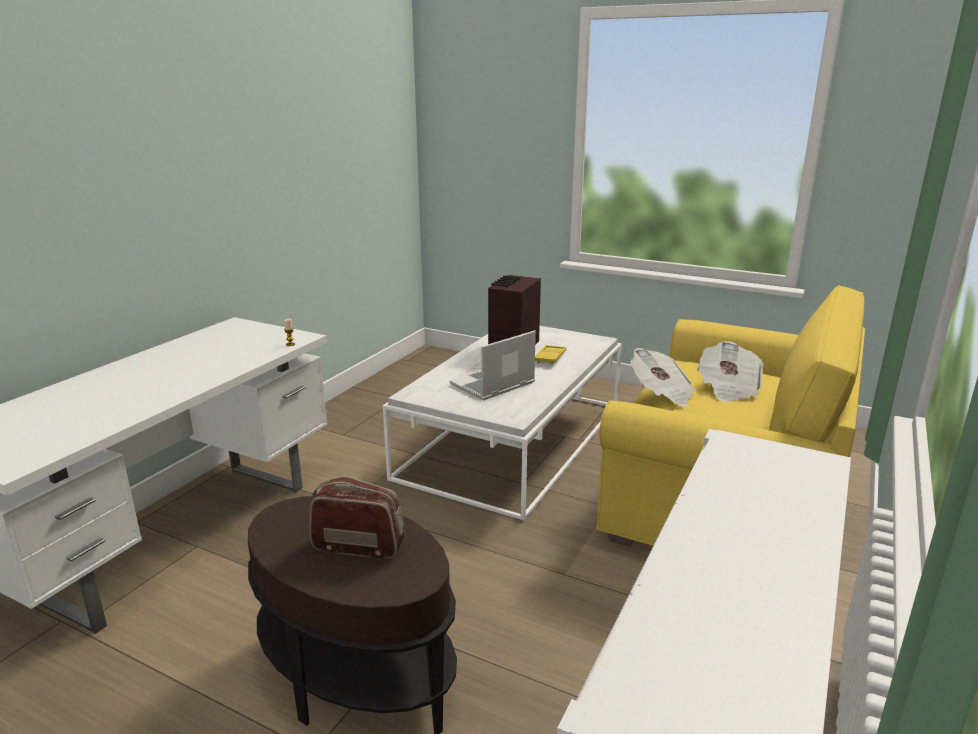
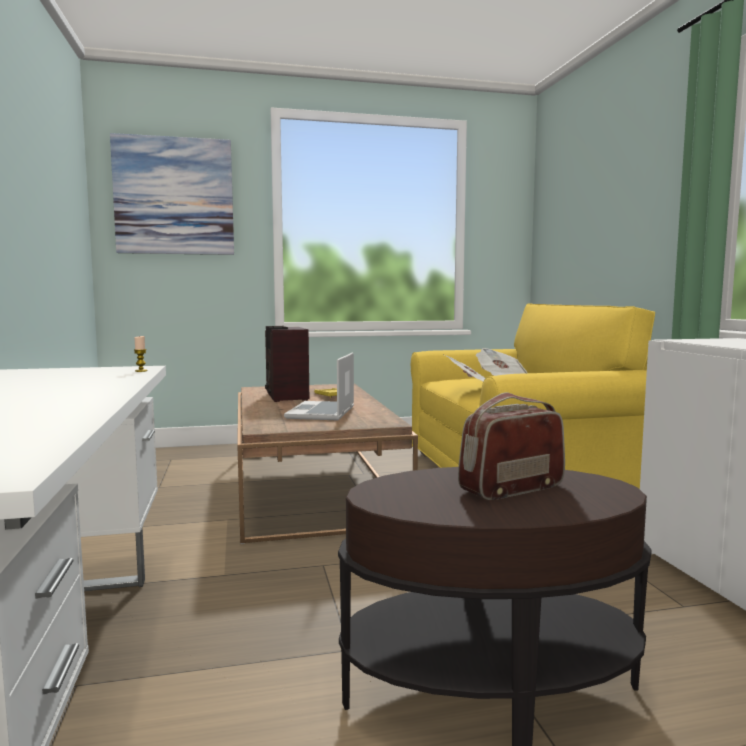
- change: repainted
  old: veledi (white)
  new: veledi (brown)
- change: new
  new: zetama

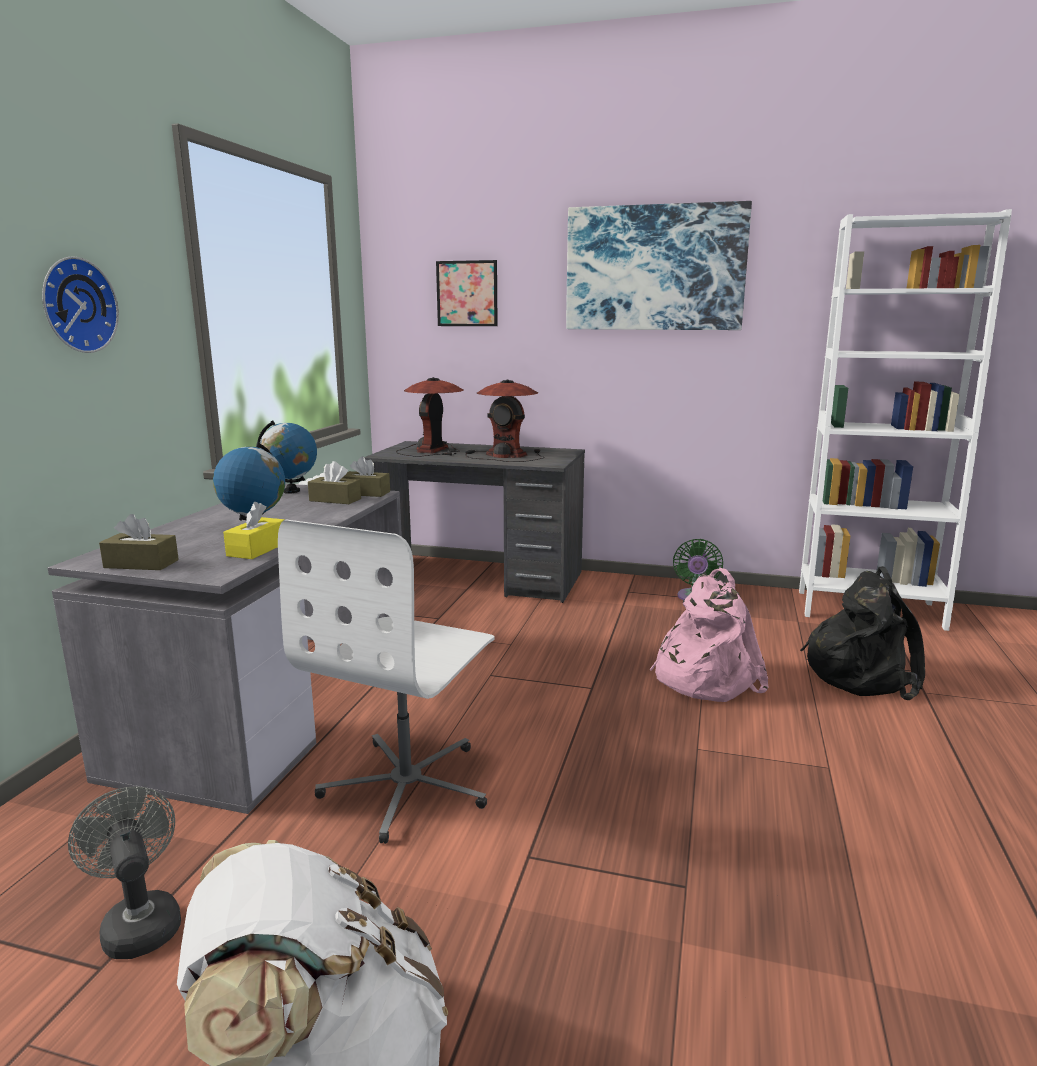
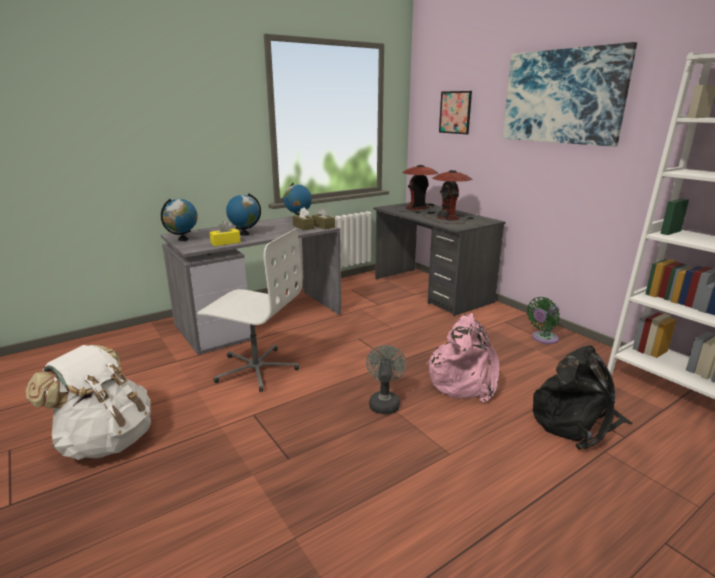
- change: gone
  old: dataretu
- change: shifted
  old: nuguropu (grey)
- change: swapped
  old: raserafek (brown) (no. 1 from left)
  new: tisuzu (no. 1 from left)
- change: rotated
  old: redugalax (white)
  degrees: -135

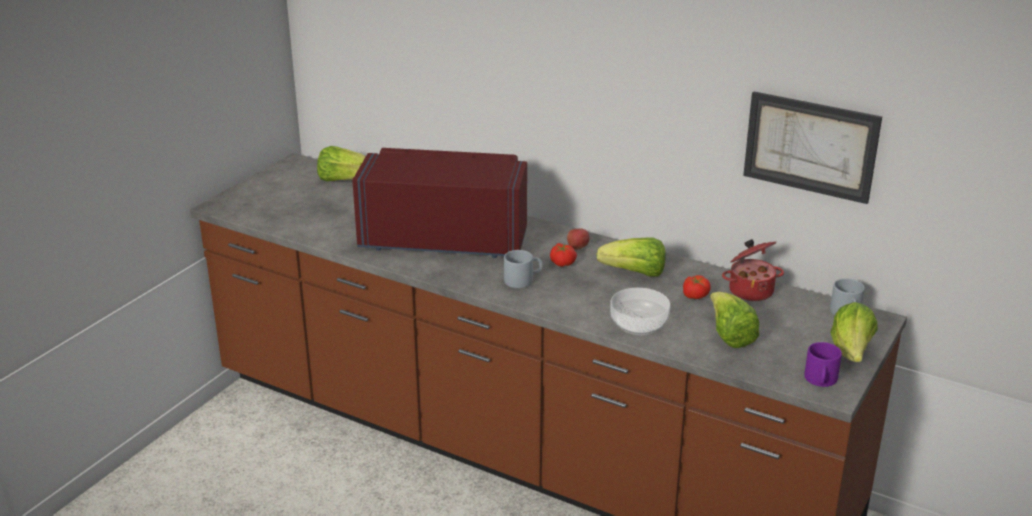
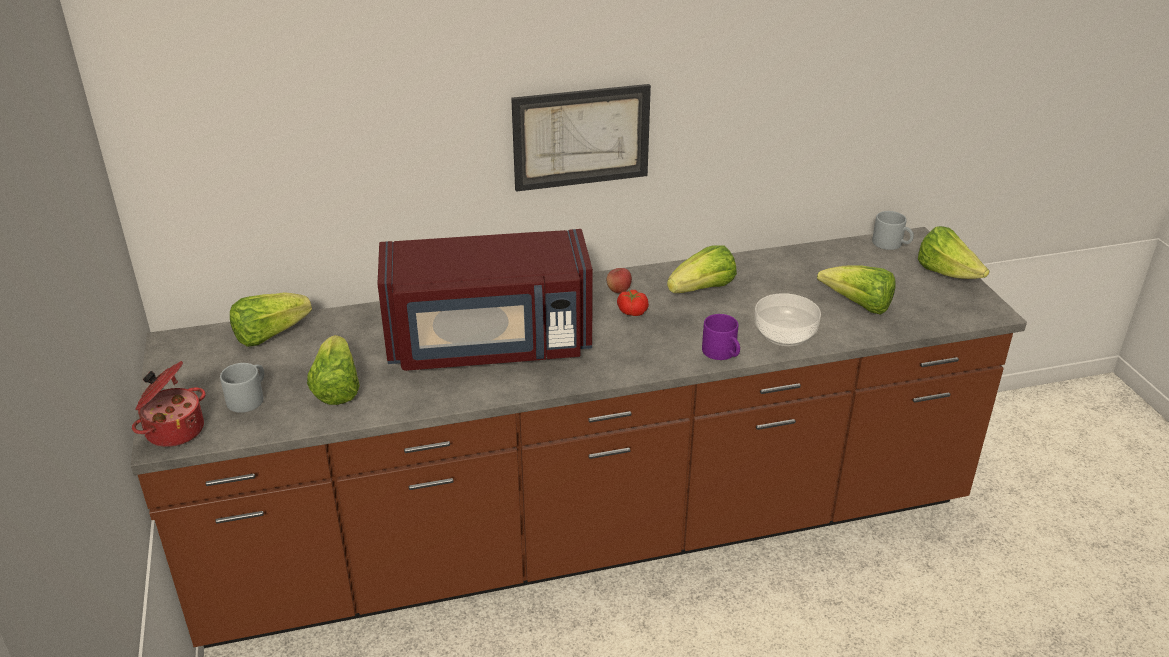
- change: rotated
  old: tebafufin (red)
  degrees: -150
- change: shifted
  old: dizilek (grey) (no. 1 from left)
- change: gone
  old: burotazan (no. 2 from left)
- change: shifted
  old: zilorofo
- change: shifted
  old: zetama
- change: shifted
  old: dizilek (purple)
- change: new
  new: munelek (no. 2 from left)

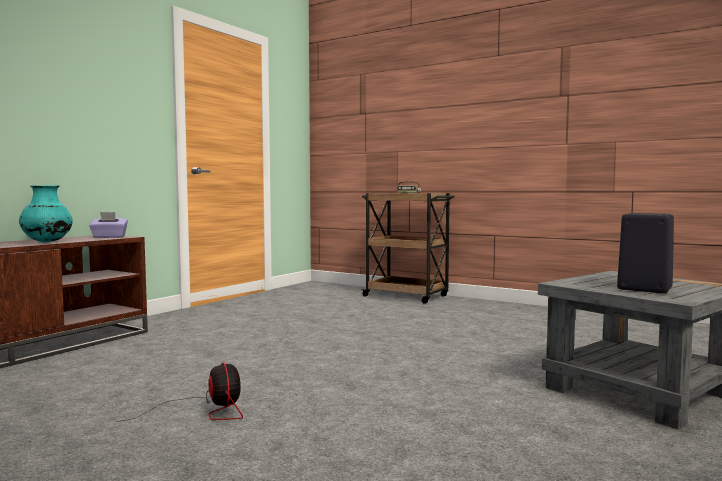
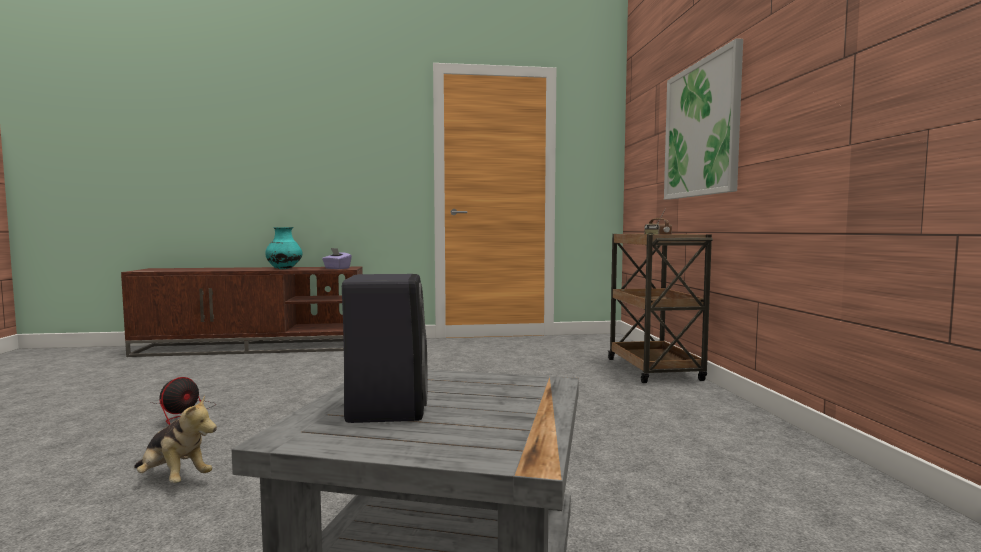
- change: new
  new: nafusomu
- change: new
  new: zetama

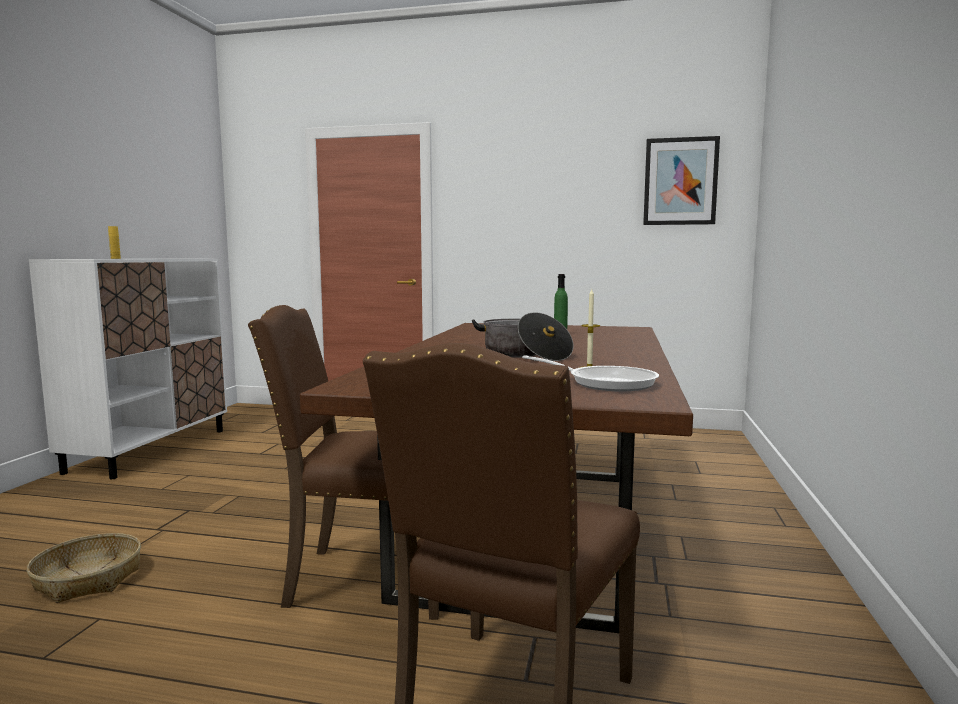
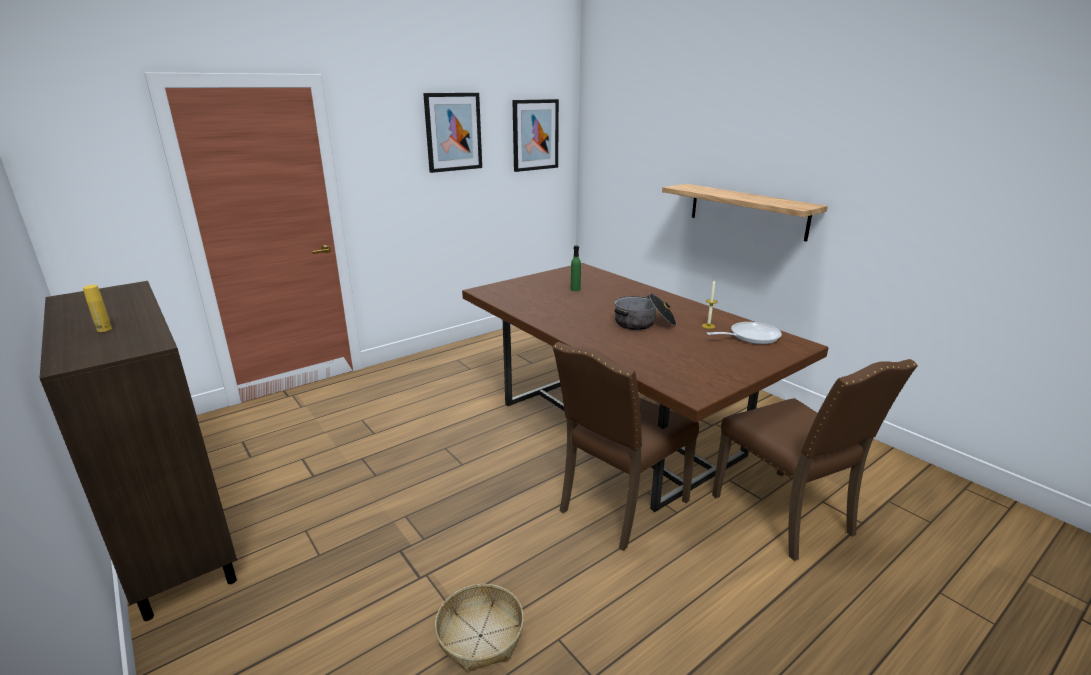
- change: repainted
  old: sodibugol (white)
  new: sodibugol (brown)
- change: new
  new: zetama (no. 1 from left)
- change: new
  new: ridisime

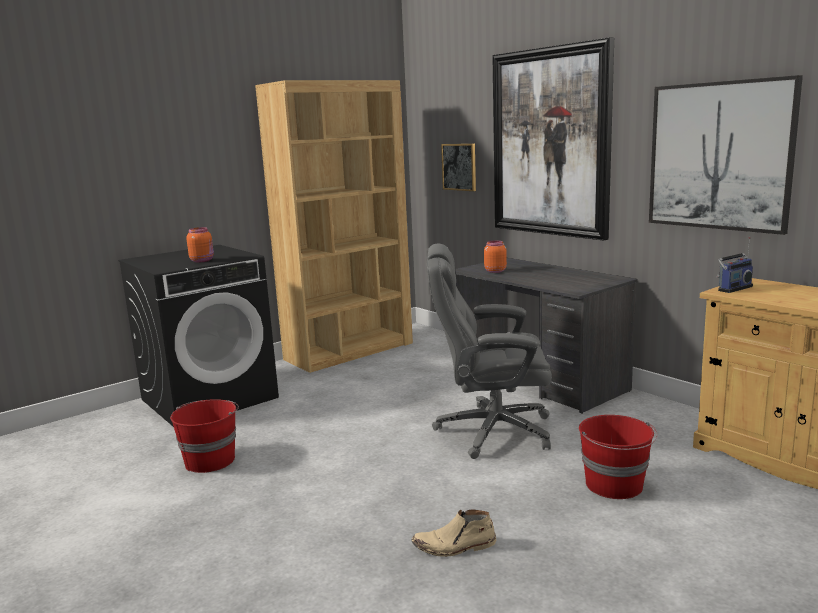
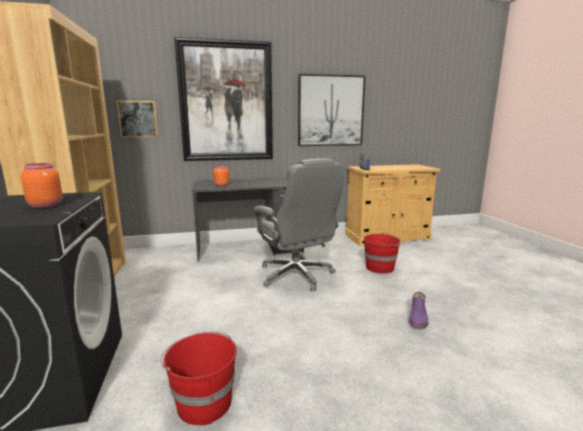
- change: repainted
  old: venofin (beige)
  new: venofin (purple)
- change: rotated
  old: redugalax (grey)
  degrees: -60

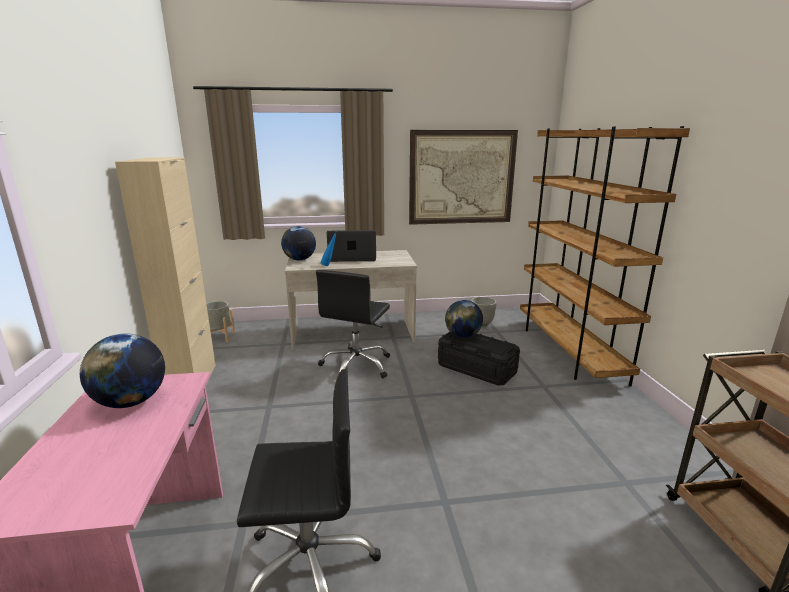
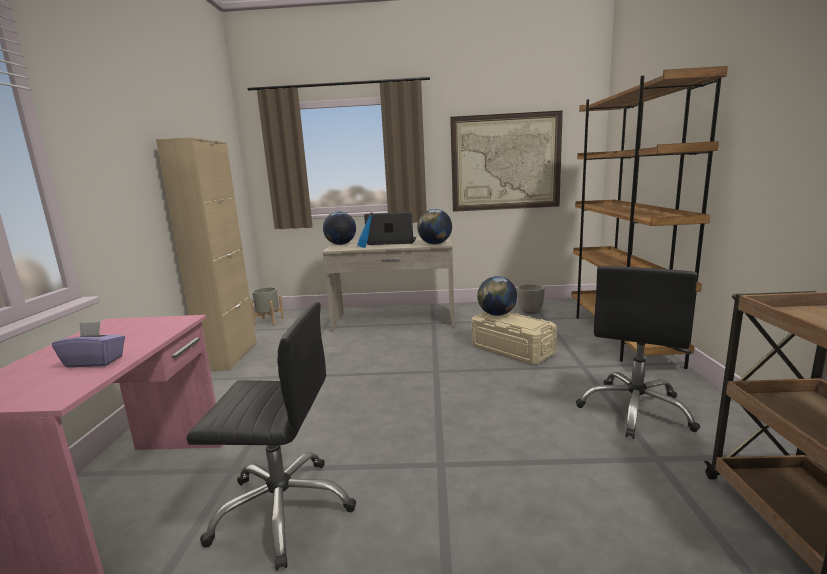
- change: shifted
  old: tisuzu (no. 1 from left in the first image)
  new: tisuzu (no. 2 from left)
- change: shifted
  old: redugalax (black) (no. 2 from left)
- change: repainted
  old: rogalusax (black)
  new: rogalusax (beige)
- change: new
  new: raserafek (purple)

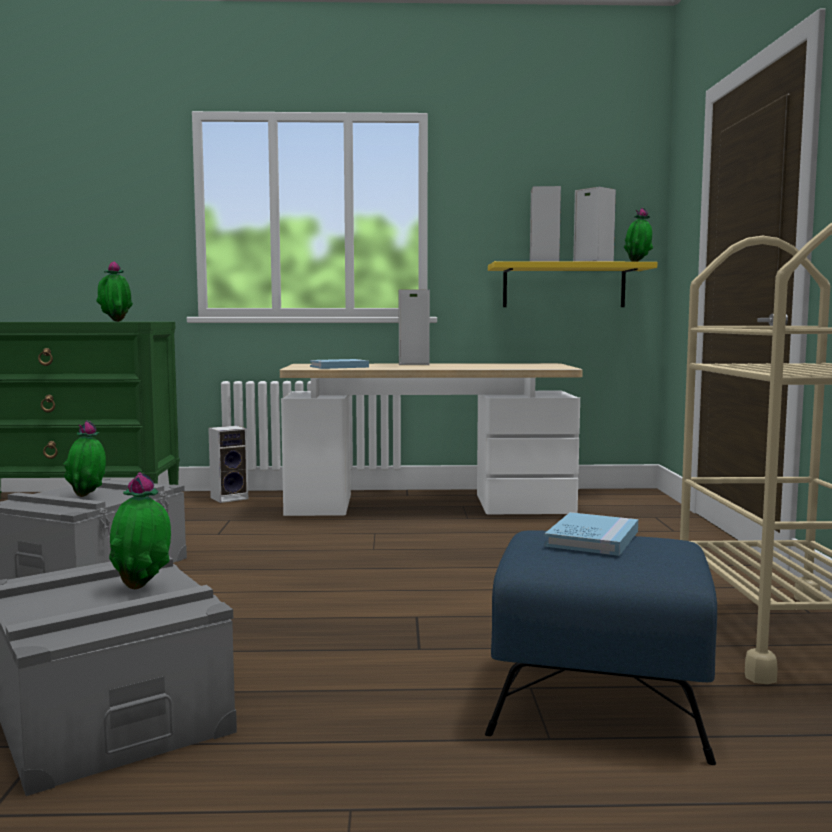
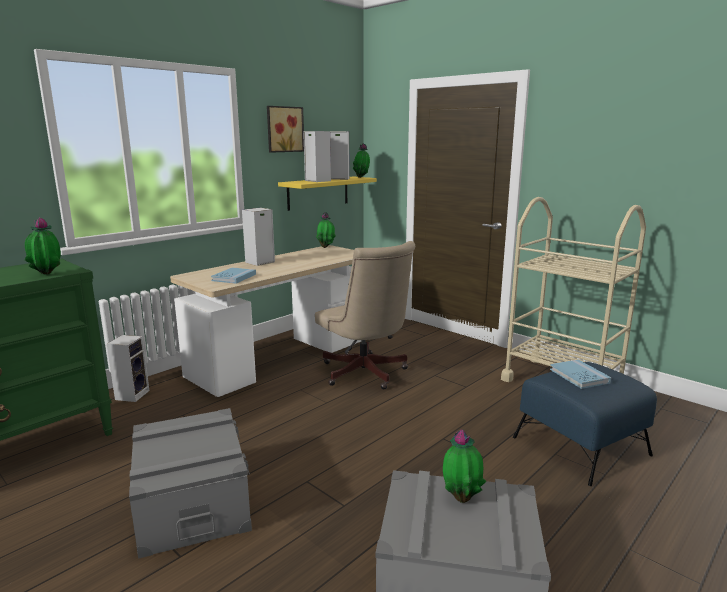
- change: shifted
  old: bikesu (no. 1 from left in the first image)
  new: bikesu (no. 2 from left)
- change: new
  new: zetama
- change: new
  new: redugalax (beige)

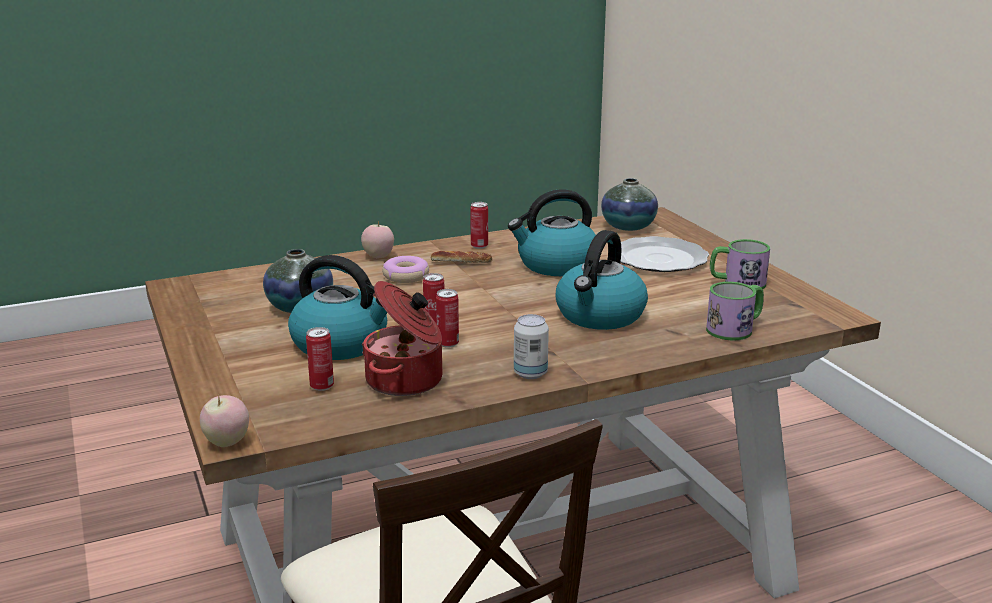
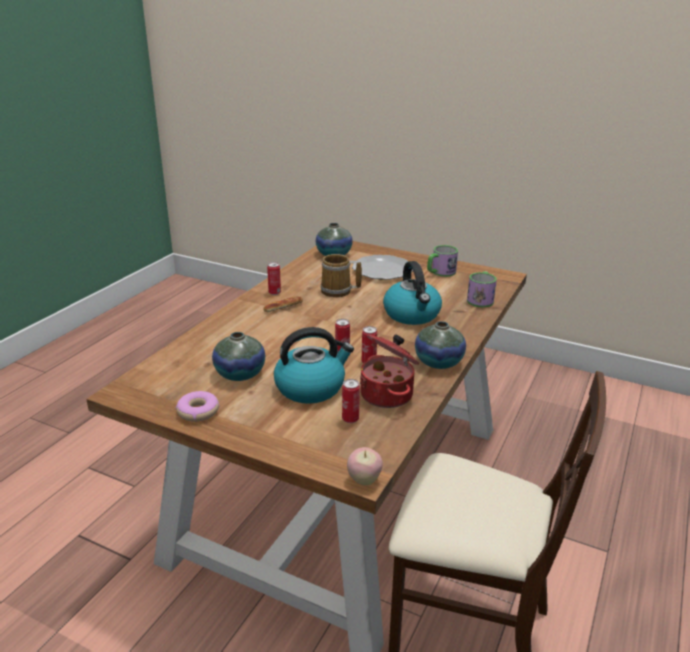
- change: gone
  old: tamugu (no. 2 from left)
- change: shifted
  old: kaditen
- change: swapped
  old: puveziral (no. 2 from left)
  new: dizilek (no. 1 from left)
- change: swapped
  old: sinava (no. 5 from left)
  new: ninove (no. 3 from left)

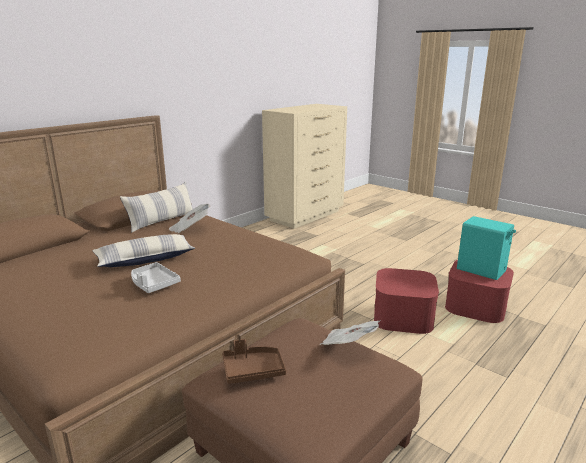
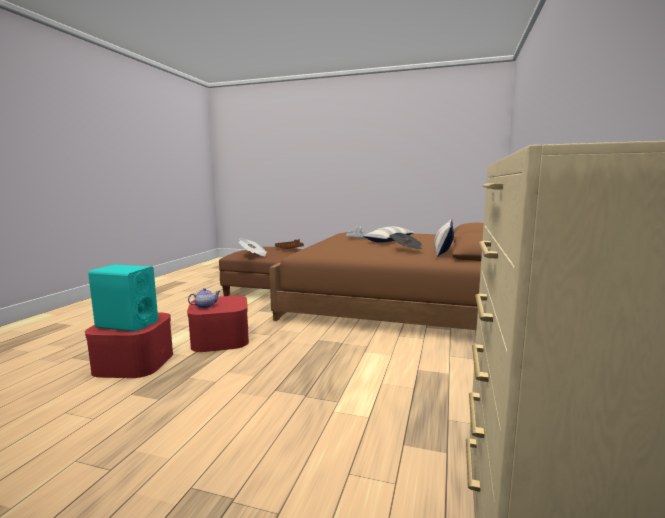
- change: new
  new: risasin

